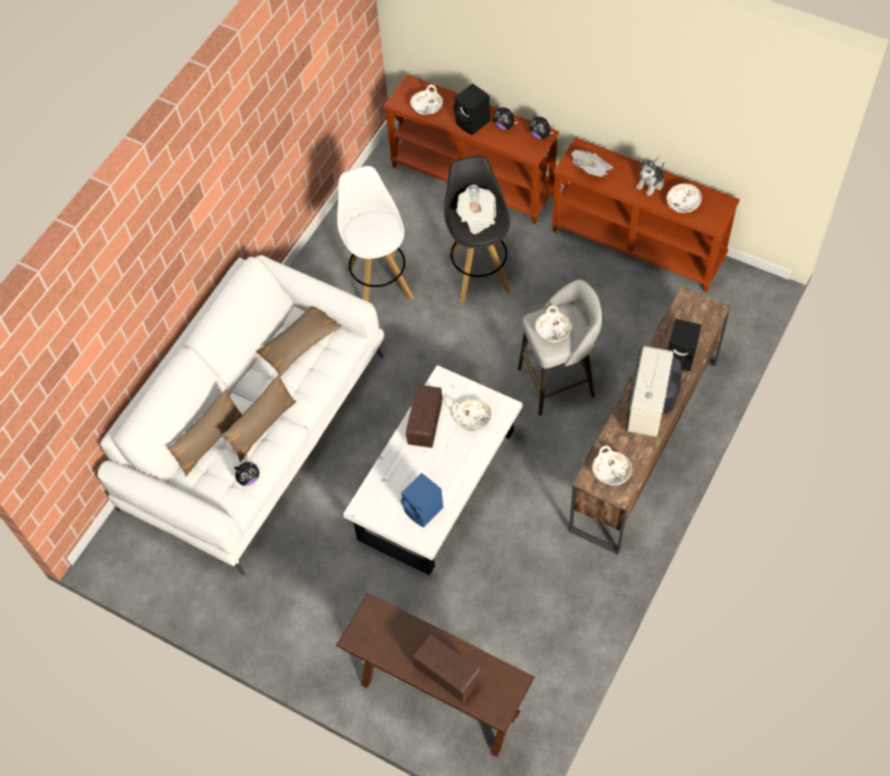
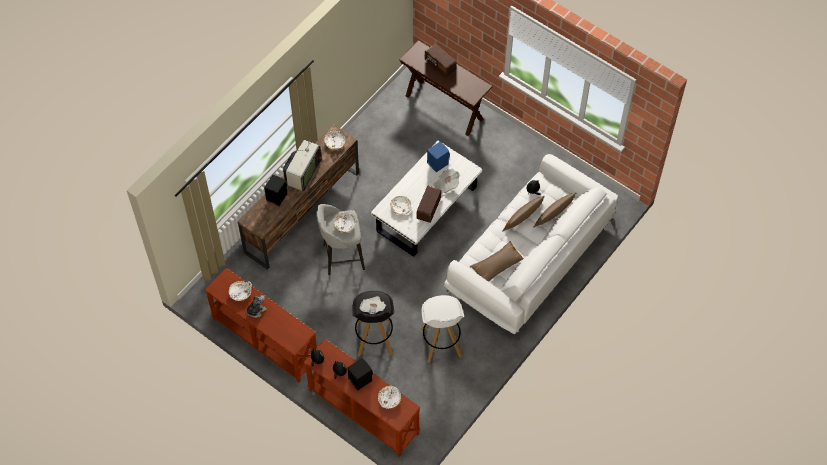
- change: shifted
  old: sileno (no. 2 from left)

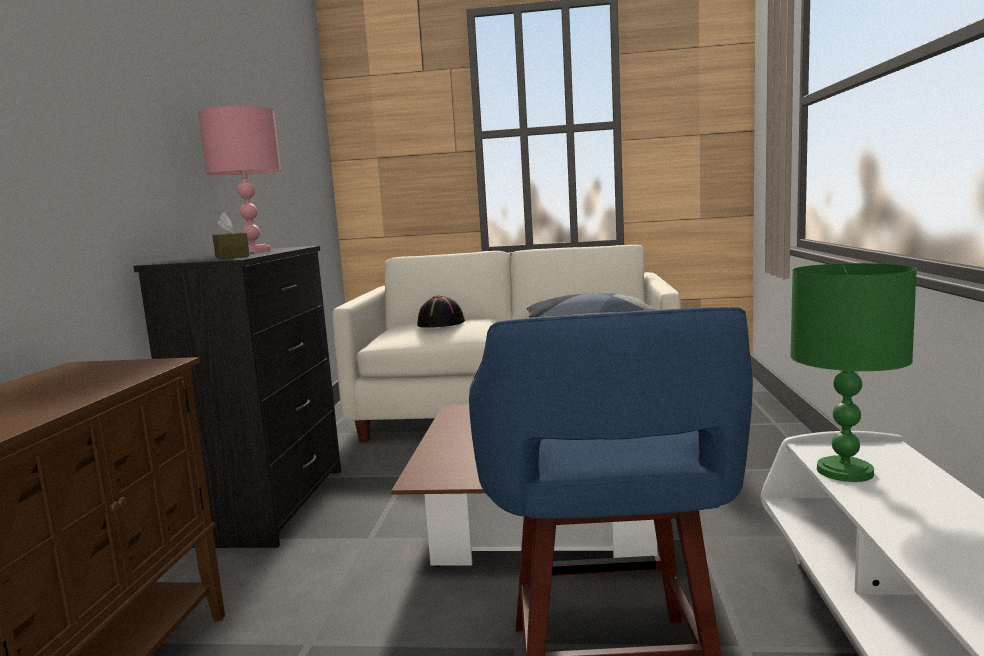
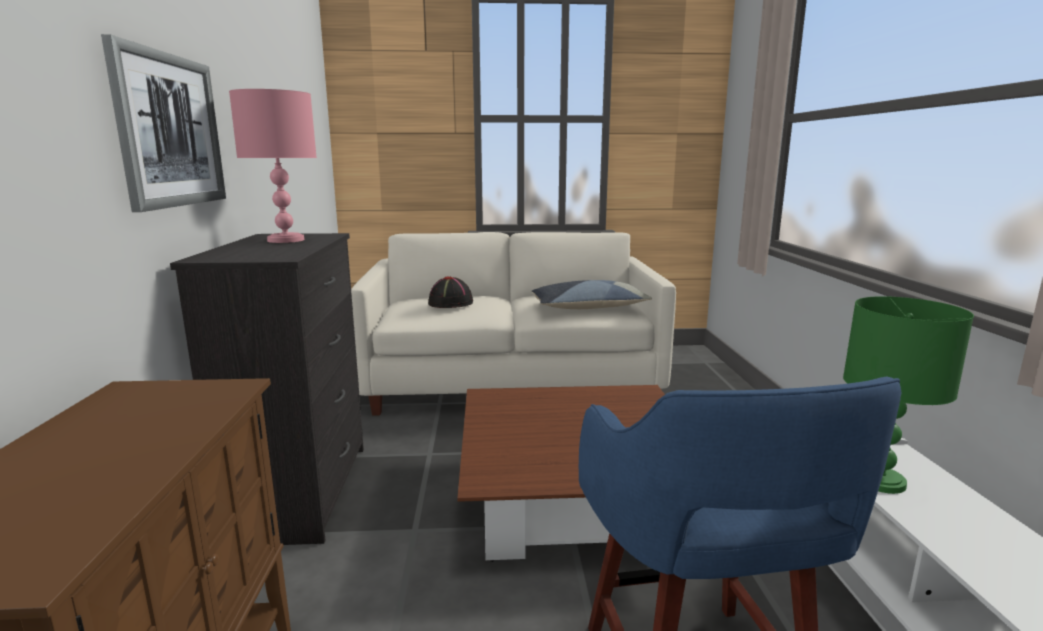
- change: gone
  old: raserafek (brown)
- change: new
  new: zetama

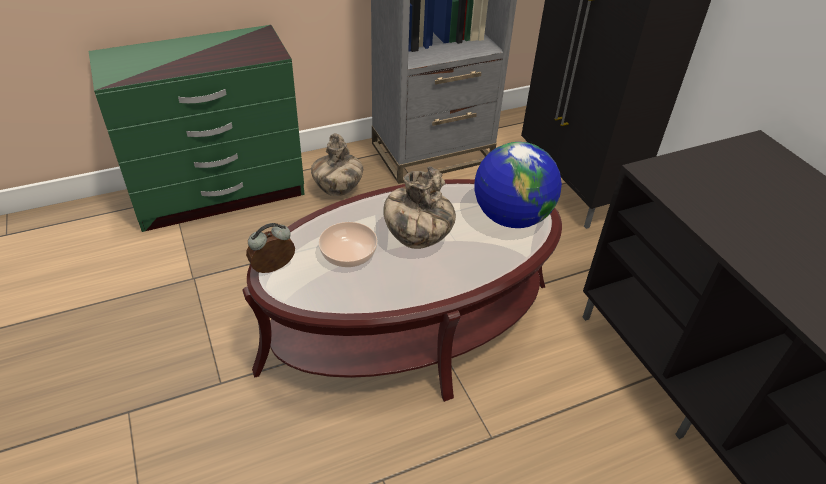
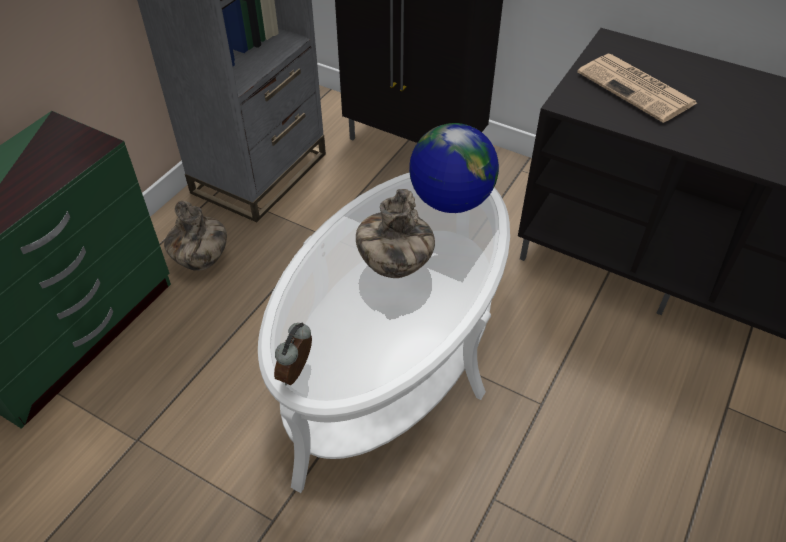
- change: repainted
  old: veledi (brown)
  new: veledi (white)
- change: gone
  old: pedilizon
- change: new
  new: sileno

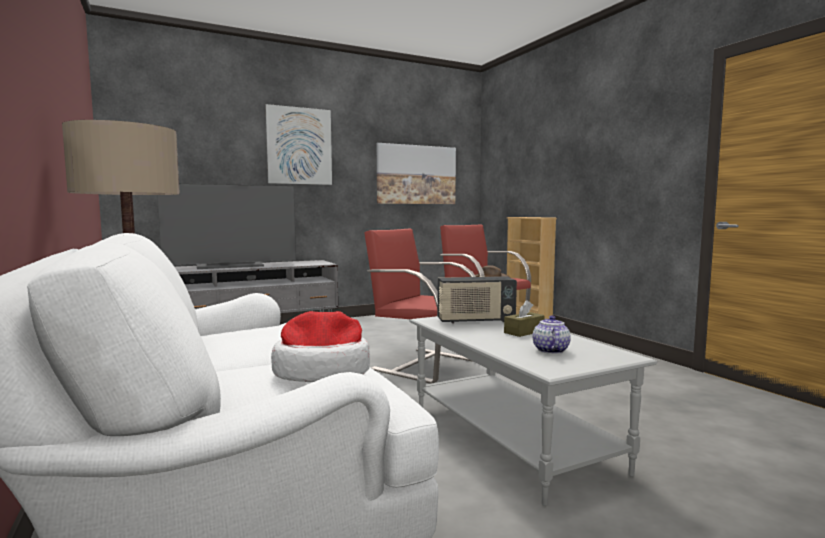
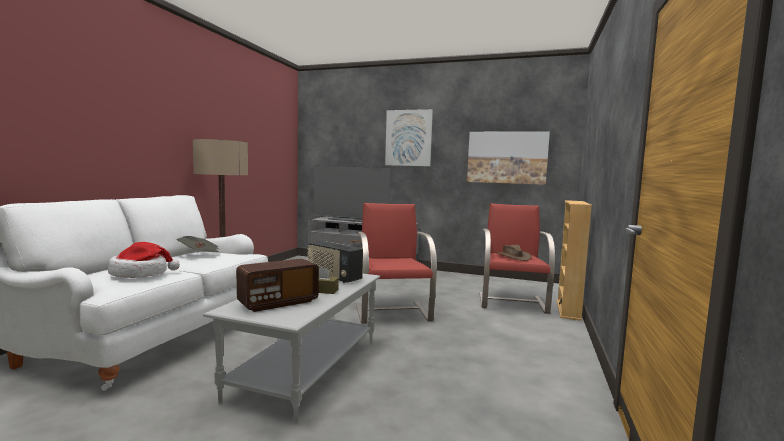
- change: swapped
  old: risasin
  new: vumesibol (no. 1 from left)
- change: new
  new: sileno

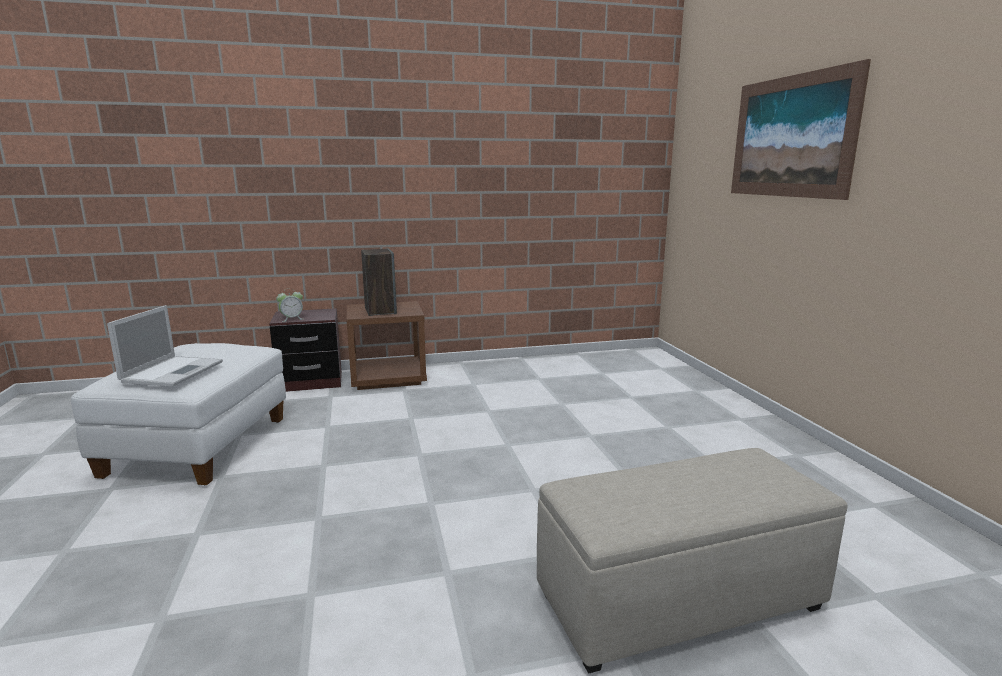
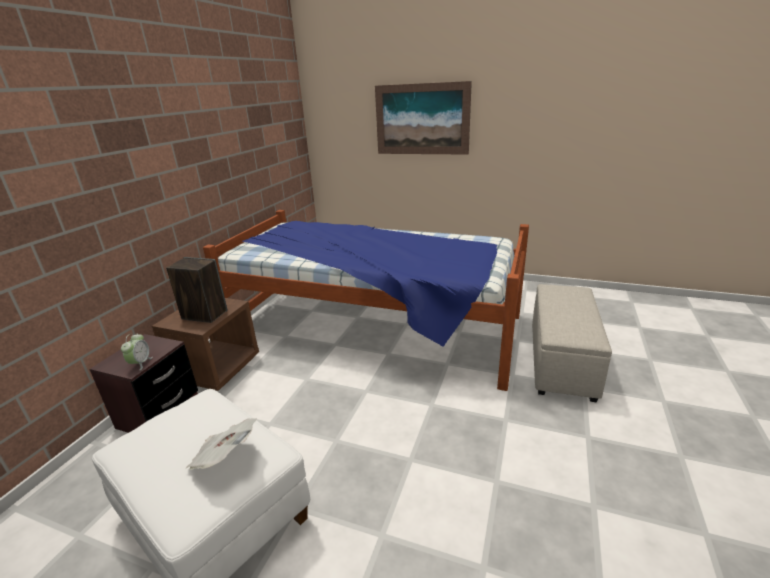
- change: swapped
  old: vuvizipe
  new: sileno
- change: new
  new: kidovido

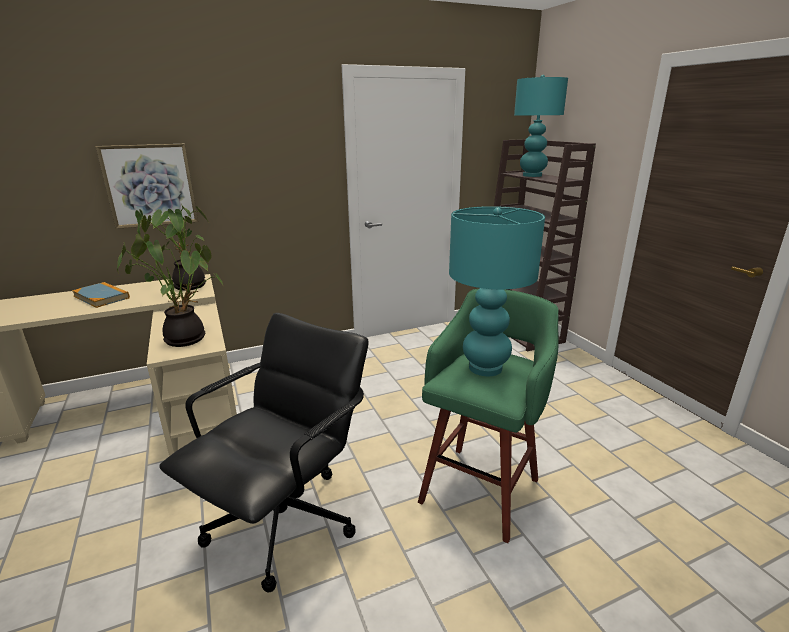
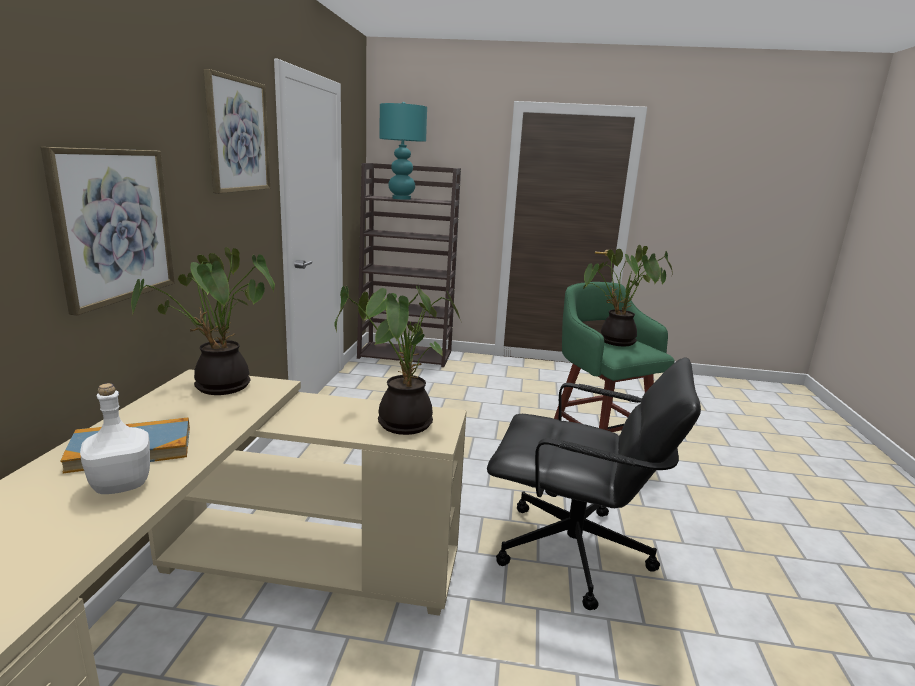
- change: rotated
  old: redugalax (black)
  degrees: 135
- change: swapped
  old: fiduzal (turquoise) (no. 1 from left)
  new: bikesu (no. 3 from left)
- change: new
  new: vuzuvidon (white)
- change: new
  new: zetama (no. 2 from left)

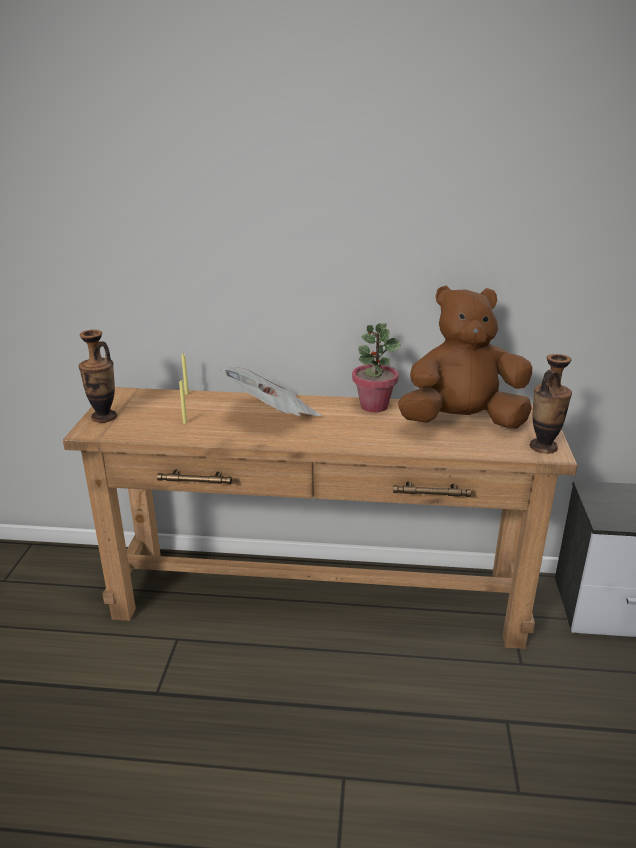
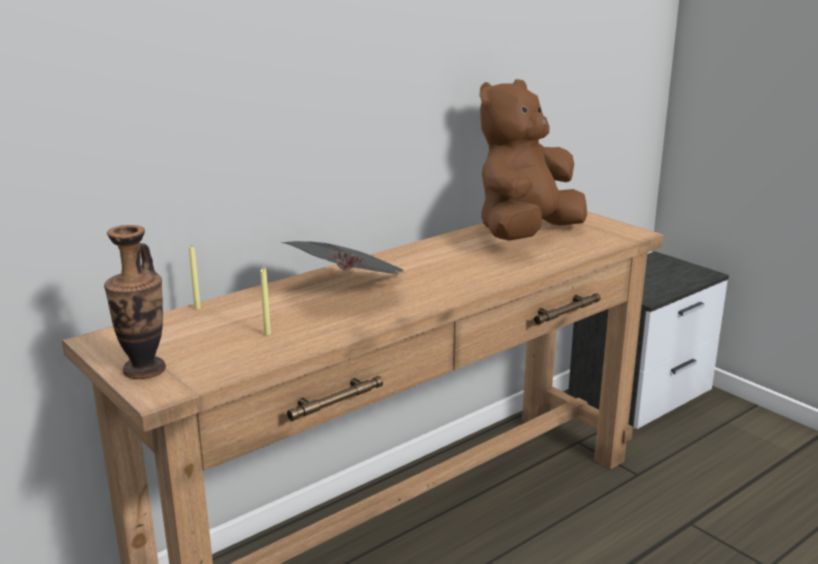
- change: gone
  old: bikesu
- change: gone
  old: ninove (no. 2 from left)

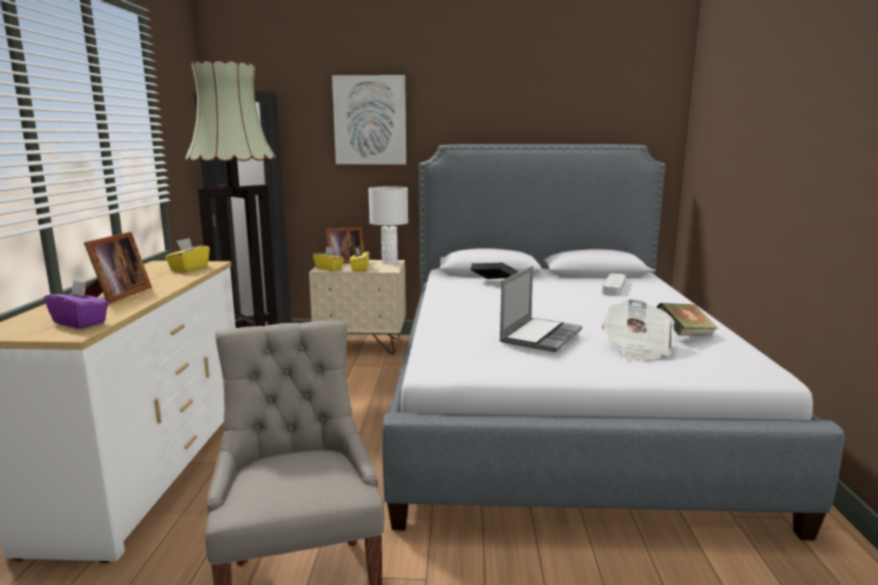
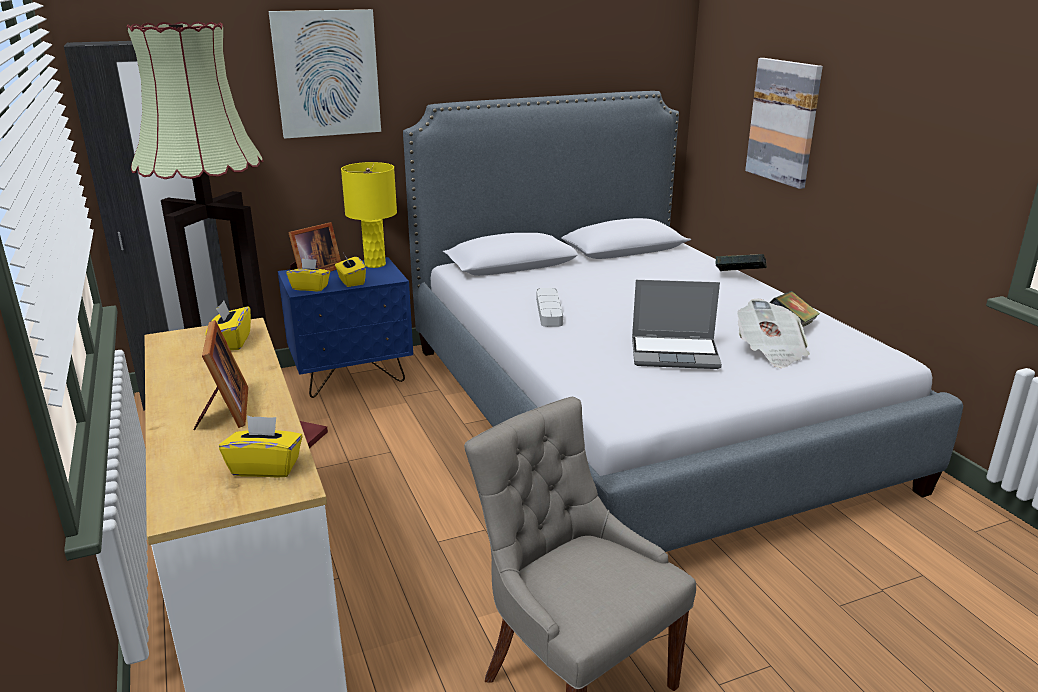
- change: repainted
  old: raserafek (purple)
  new: raserafek (yellow) (no. 2 from left)
- change: repainted
  old: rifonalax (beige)
  new: rifonalax (blue)
- change: repainted
  old: fiduzal (white)
  new: fiduzal (yellow)
- change: shifted
  old: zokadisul (no. 1 from left)
- change: rotated
  old: vuvizipe
  degrees: 90
- change: shifted
  old: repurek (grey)
- change: new
  new: zetama (no. 2 from left)

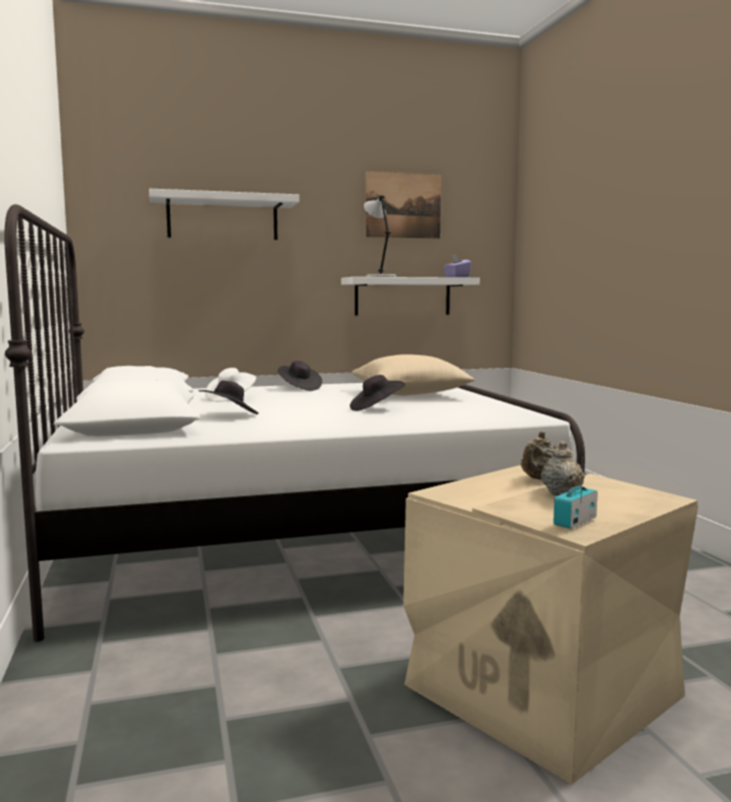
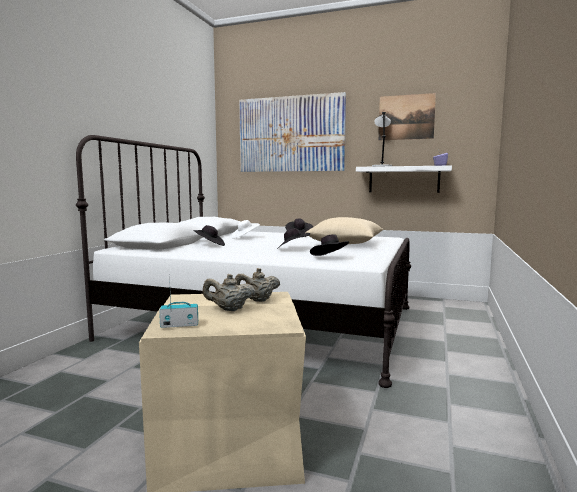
- change: swapped
  old: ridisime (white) (no. 1 from left)
  new: zetama (no. 1 from left)
- change: rotated
  old: risasin (beige) (no. 2 from left in the first image)
  degrees: -135
- change: new
  new: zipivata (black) (no. 4 from left)

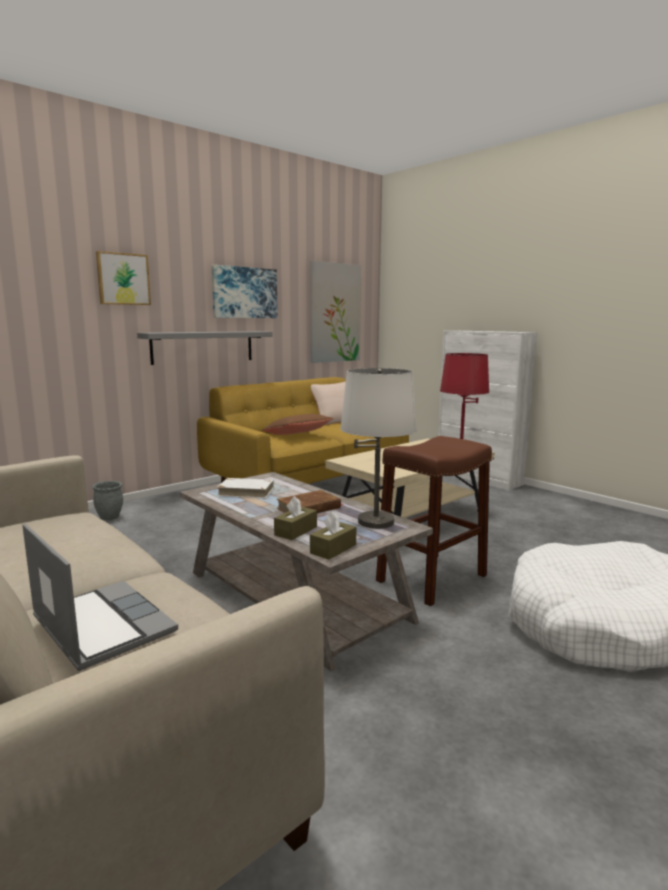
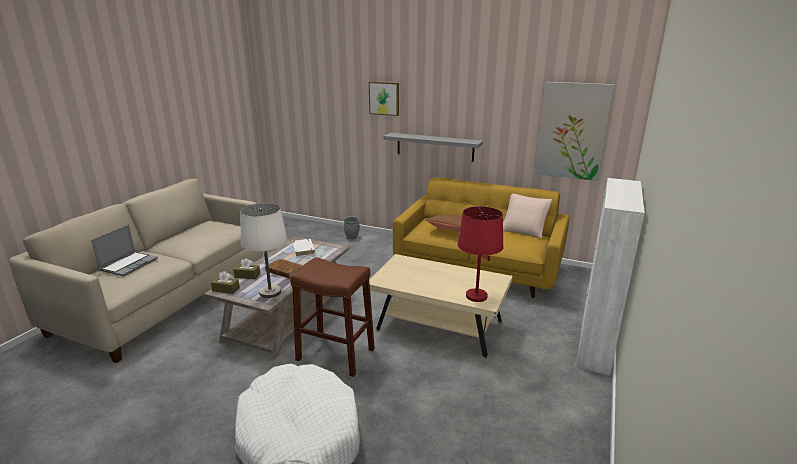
- change: gone
  old: zetama (no. 2 from left)

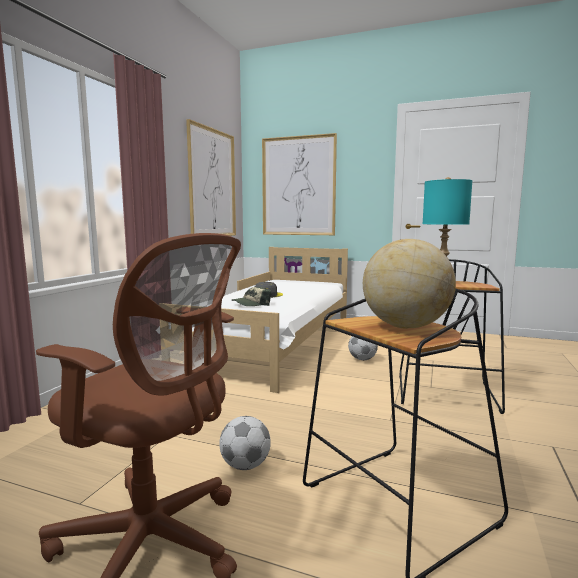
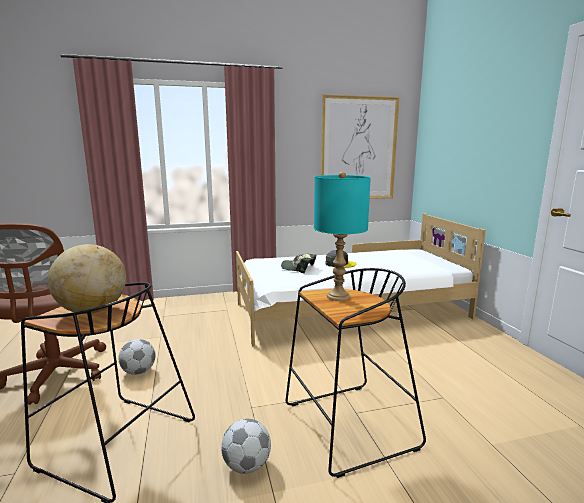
- change: gone
  old: zetama (no. 2 from left)
- change: shifted
  old: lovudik (no. 2 from left)

